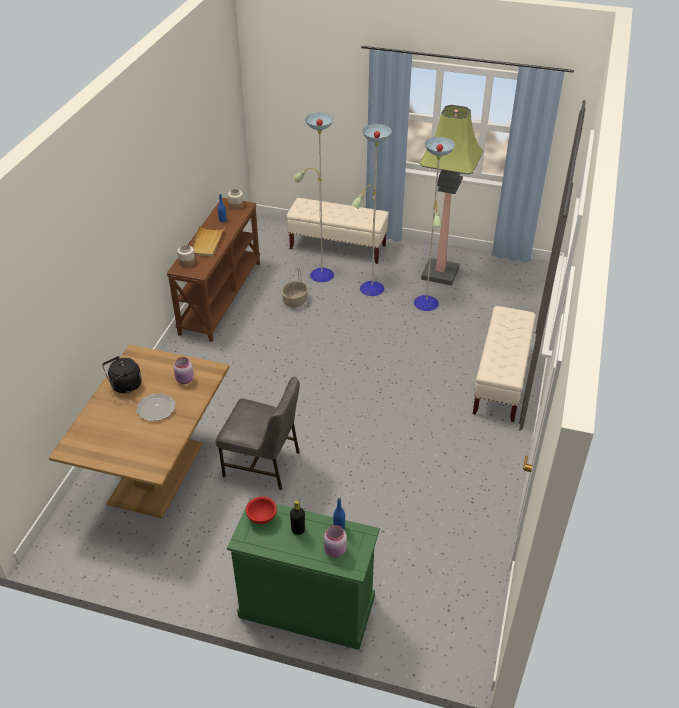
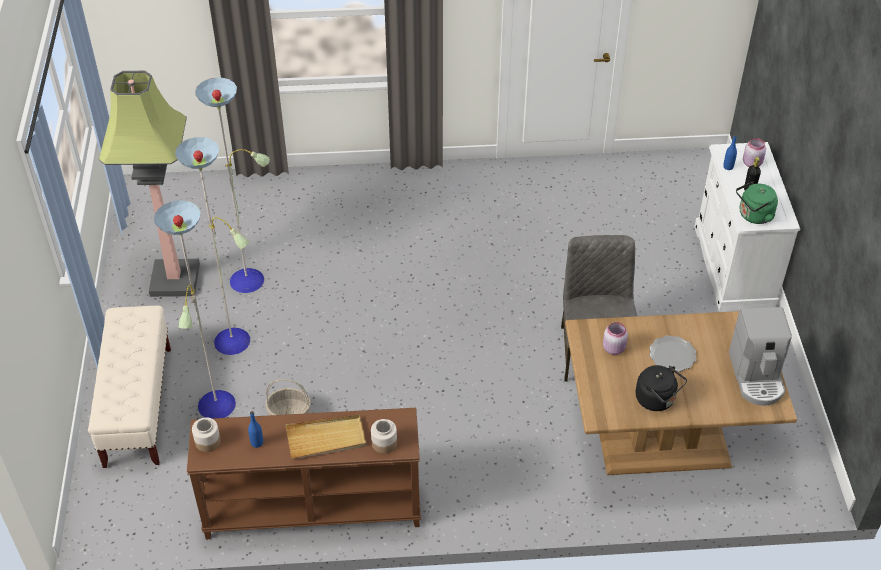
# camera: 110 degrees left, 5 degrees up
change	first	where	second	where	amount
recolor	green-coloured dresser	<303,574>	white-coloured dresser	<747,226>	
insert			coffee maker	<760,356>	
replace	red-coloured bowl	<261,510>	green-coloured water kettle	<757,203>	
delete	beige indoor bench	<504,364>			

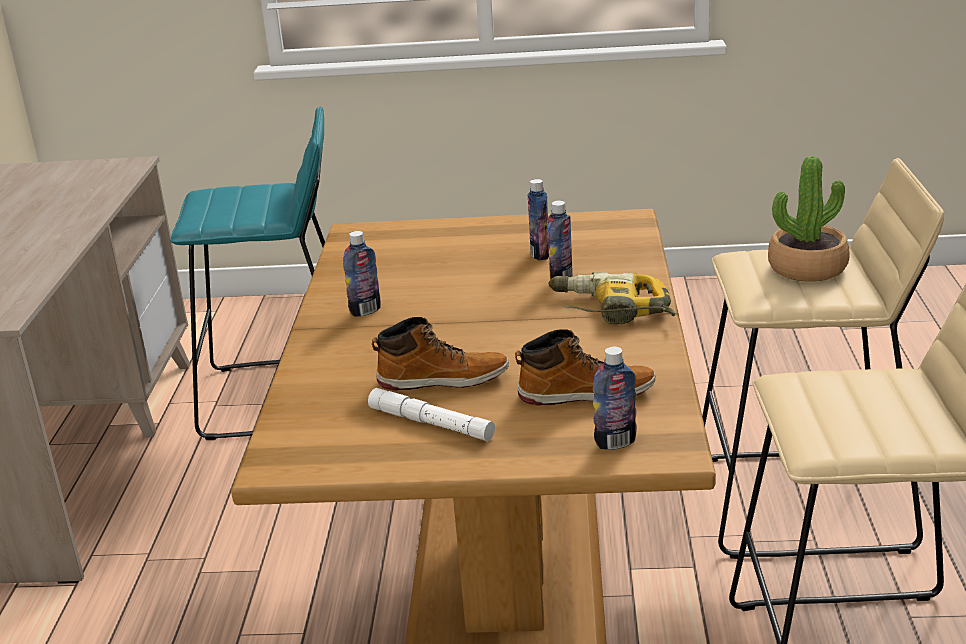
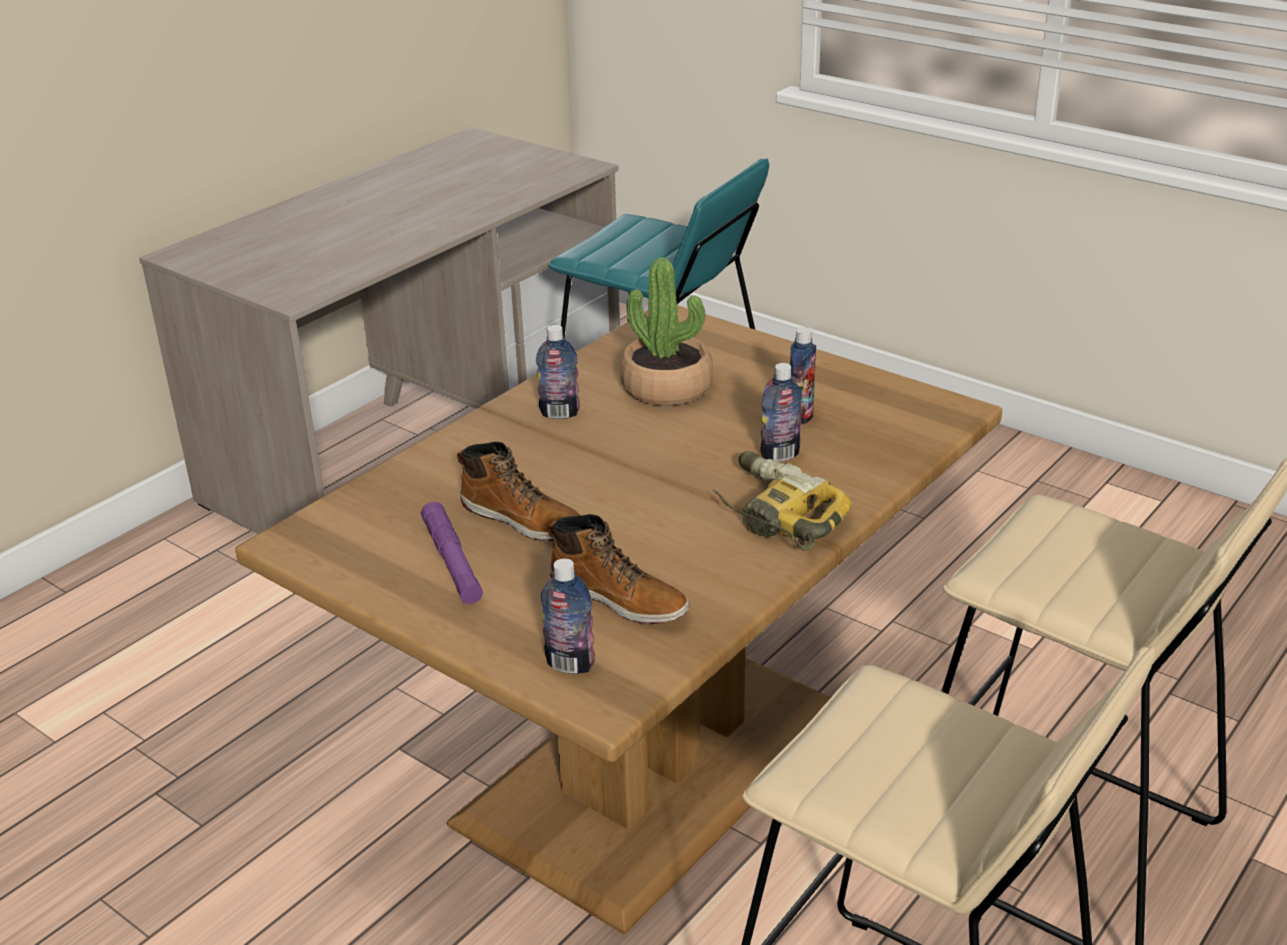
# camera: 35 degrees right, 5 degrees up
change	first	where	second	where	amount
recolor	white-coloured flashlight	<431,414>	purplish flashlight	<452,553>	
move	plant in a pot	<809,219>		<666,331>	

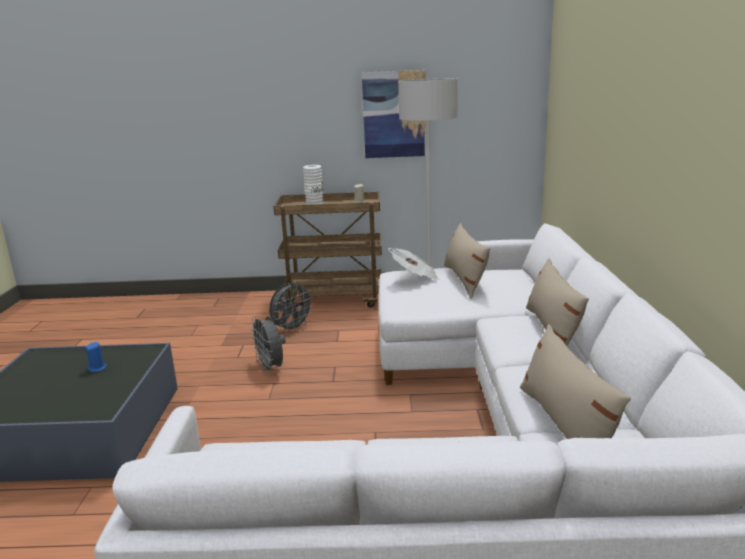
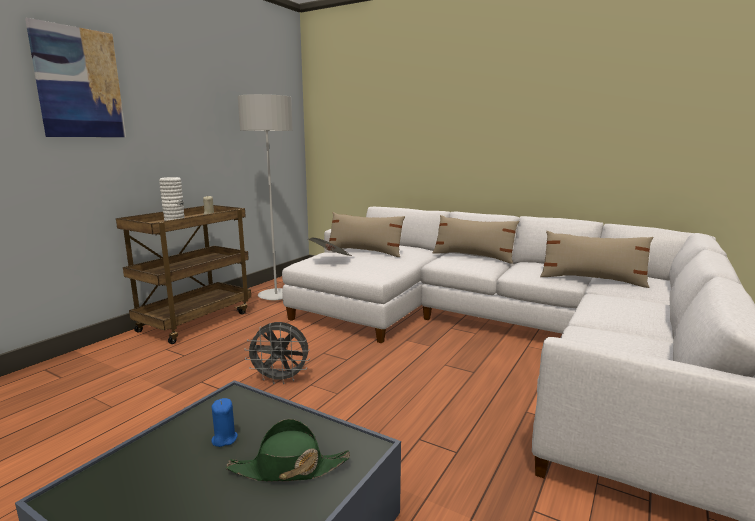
# camera: 60 degrees left, 5 degrees down
change	first	where	second	where	amount
move	picture	<394,114>		<75,77>	
insert			green-coloured clothing hat	<288,450>	
delete	gray cooling fan	<291,307>			

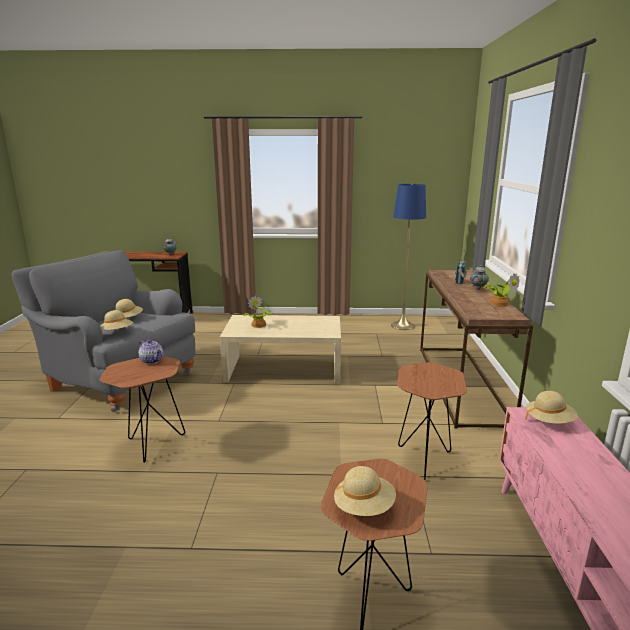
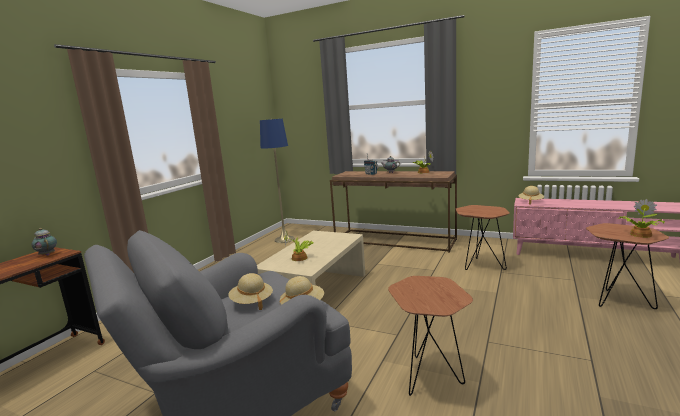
# camera: 65 degrees left, 5 degrees down
change	first	where	second	where	amount
replace	beige clothing hat	<365,491>	plant in a pot	<641,218>	
delete	teapot	<151,352>			

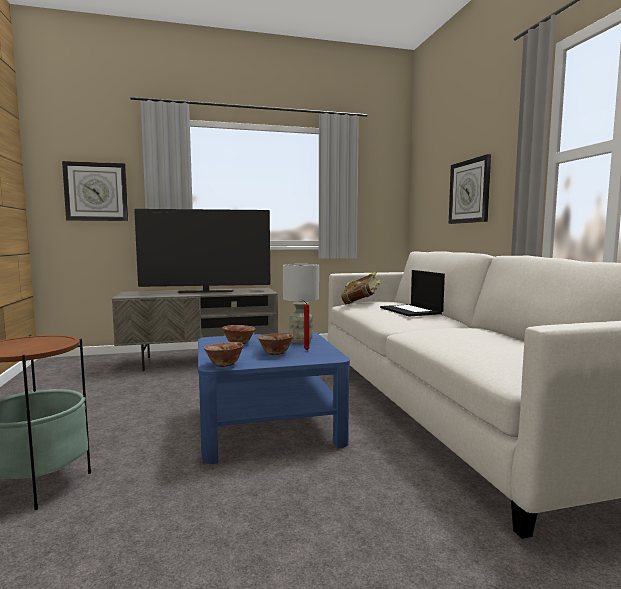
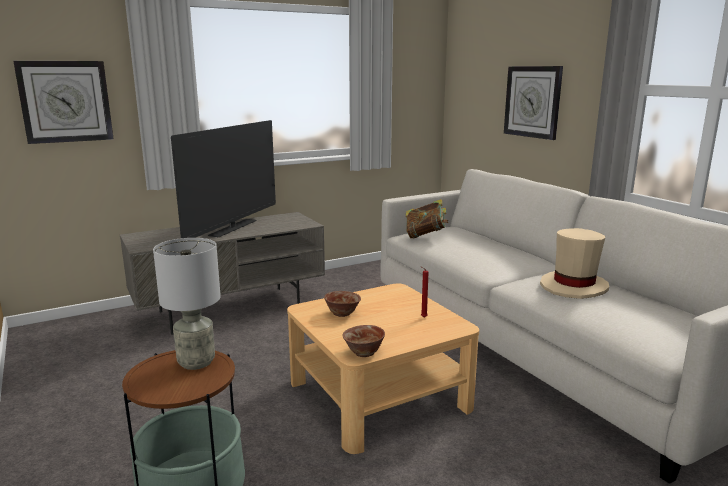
# camera: 15 degrees left, 10 degrees up
change	first	where	second	where	amount
move	gray table lamp	<301,304>		<187,304>	
rotate	TV set	<202,251>		<223,179>	45 degrees counterclockwise
recolor	blue lounge table	<274,398>	beige lounge table	<383,368>	
insert			beige clothing hat	<574,263>	
delete	bowl	<275,344>			
delete	laptop	<412,293>			

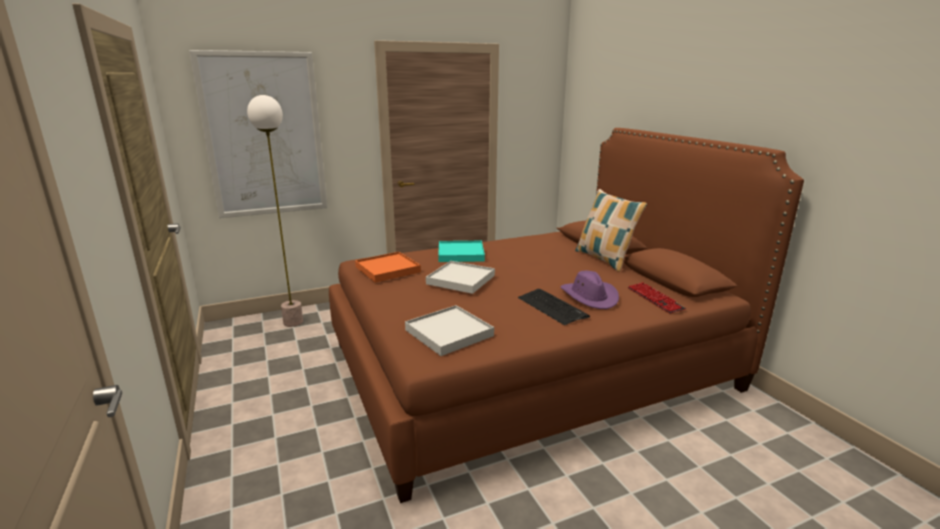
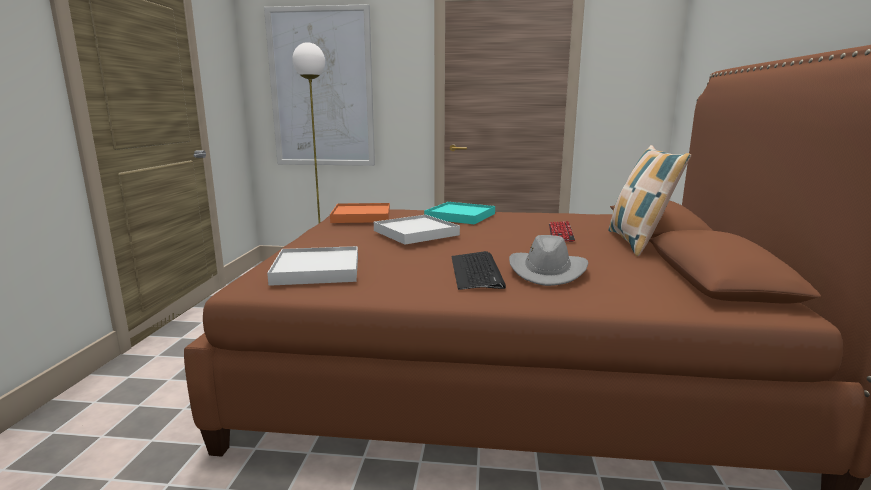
# camera: 30 degrees right, 5 degrees down
change	first	where	second	where	amount
recolor	purplish clothing hat	<590,290>	gray clothing hat	<548,260>	
move	keyboard	<657,298>		<562,231>	

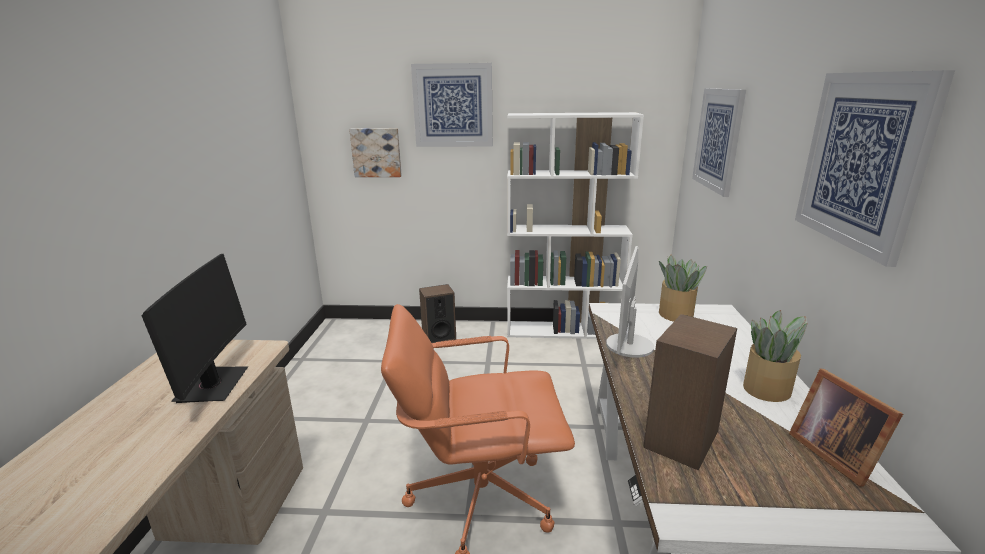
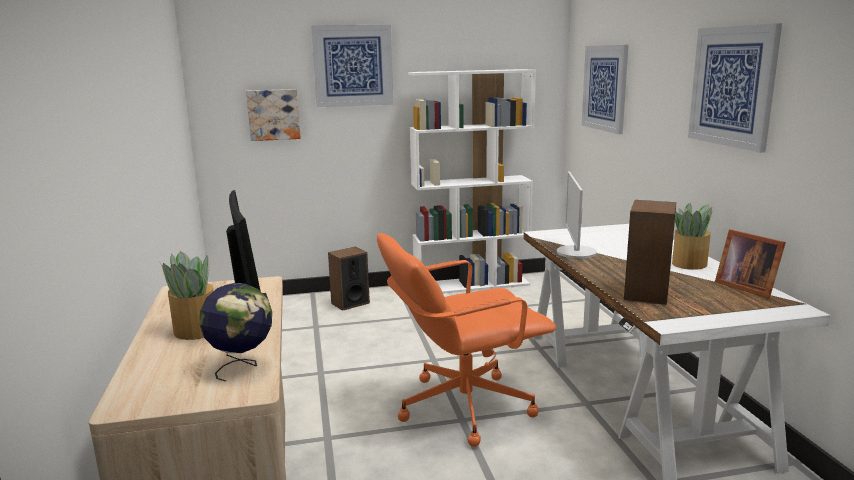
# camera: 15 degrees left, 5 degrees down
change	first	where	second	where	amount
move	plant in a pot	<683,288>		<186,295>	
insert			desk globe	<235,332>	

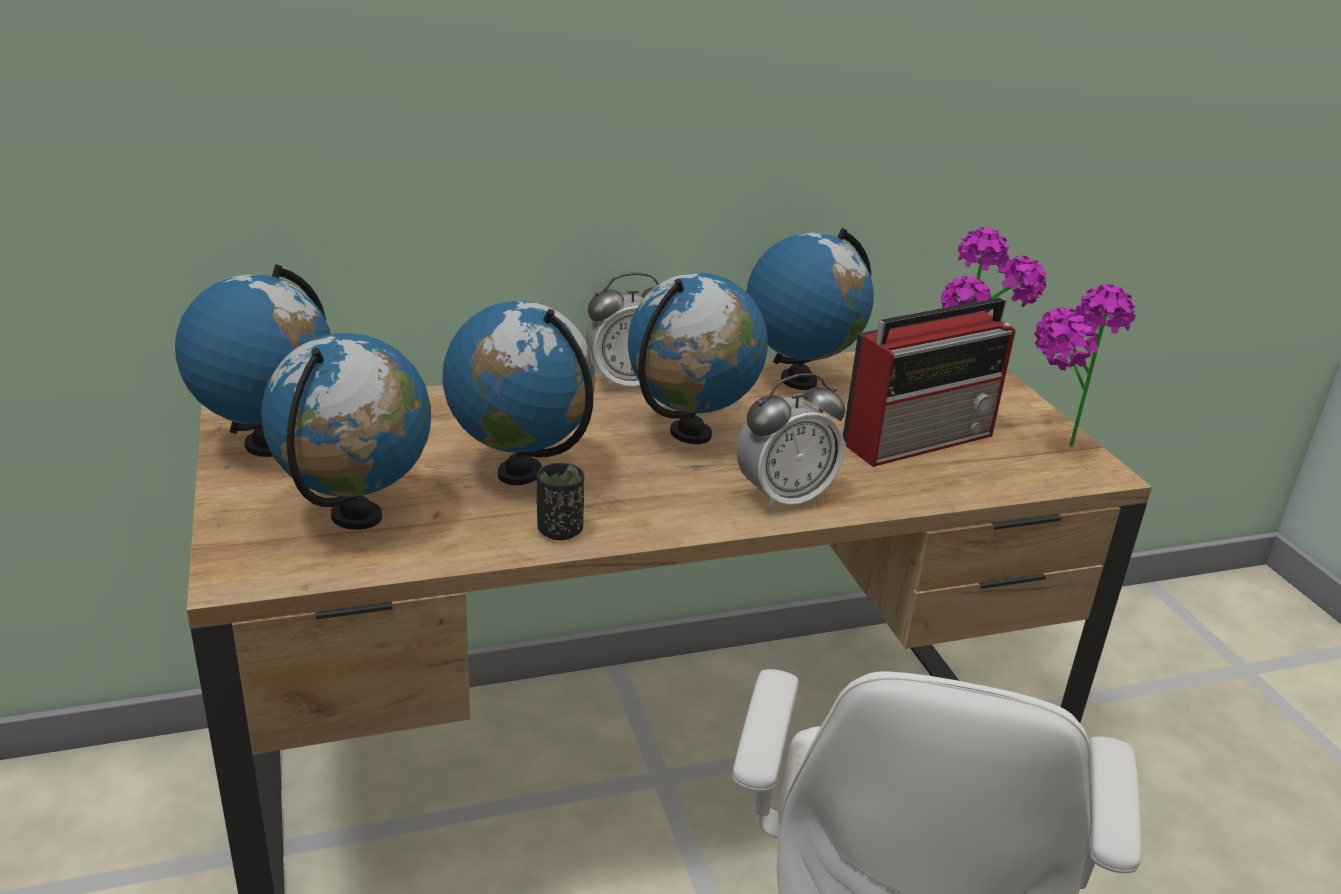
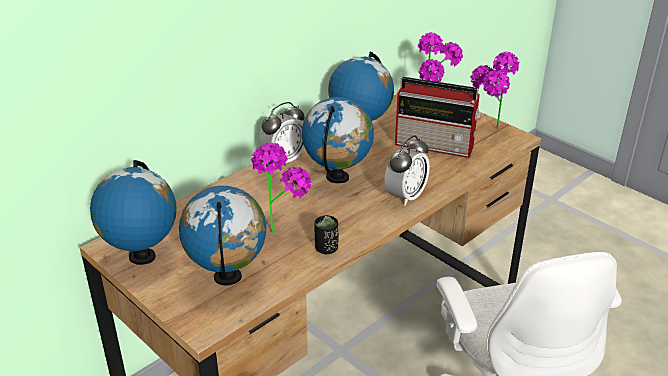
# camera: 25 degrees left, 5 degrees up
change	first	where	second	where	amount
replace	desk globe	<519,393>	plant in a pot	<281,188>	
rotate	radio receiver	<929,382>		<438,117>	75 degrees clockwise

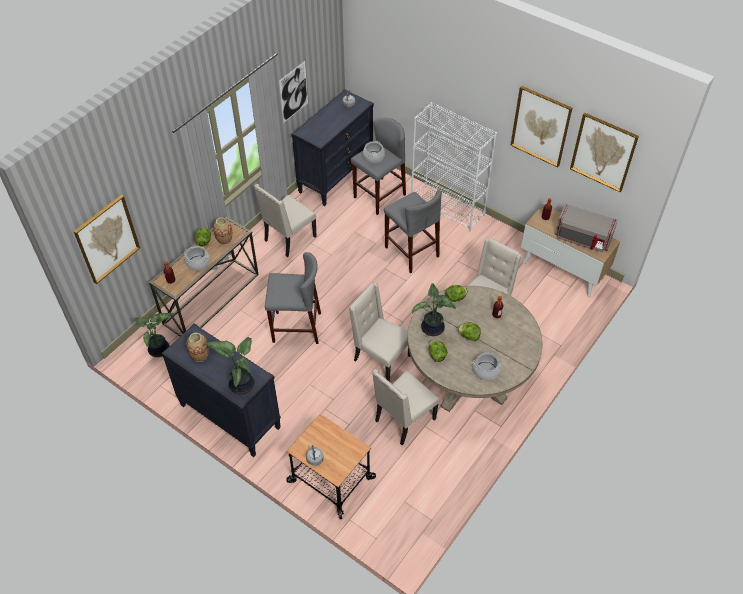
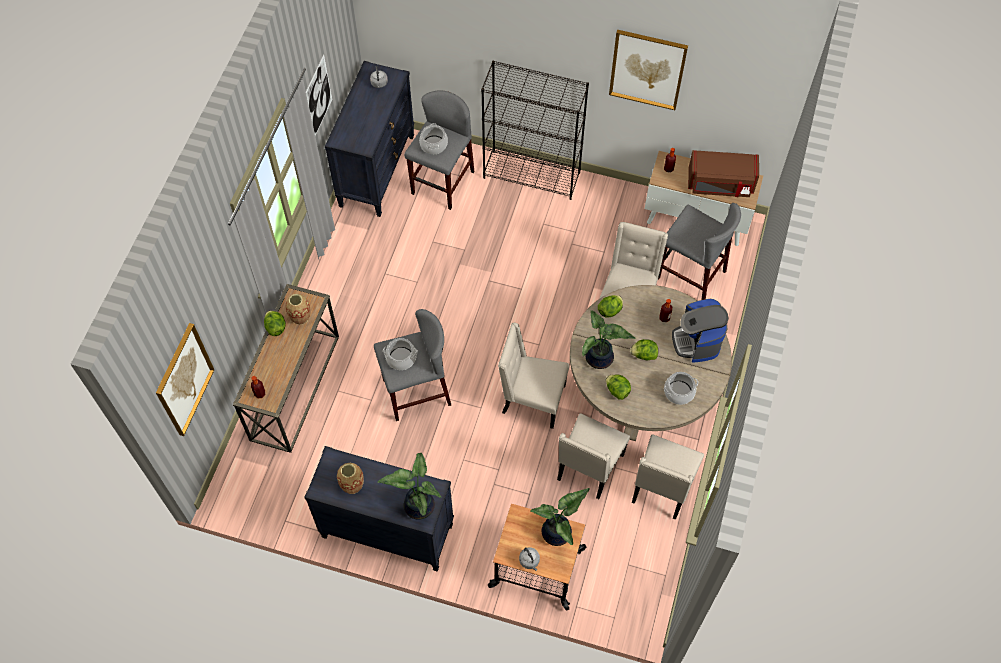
# camera: 20 degrees left, 10 degrees up
change	first	where	second	where	amount
move	stockpot	<197,258>		<400,354>	
recolor	white-coloured bookshelf	<454,167>	blackish bookshelf	<535,130>	
move	plant in a pot	<154,335>		<560,517>	
move	beige plain chair	<285,220>		<668,477>	
move	gray stool seat	<413,231>		<699,251>	
insert			coffee maker	<700,331>	
recolor	gray kitchen microwave	<586,228>	brown kitchen microwave	<723,173>	
delete	picture	<604,152>			

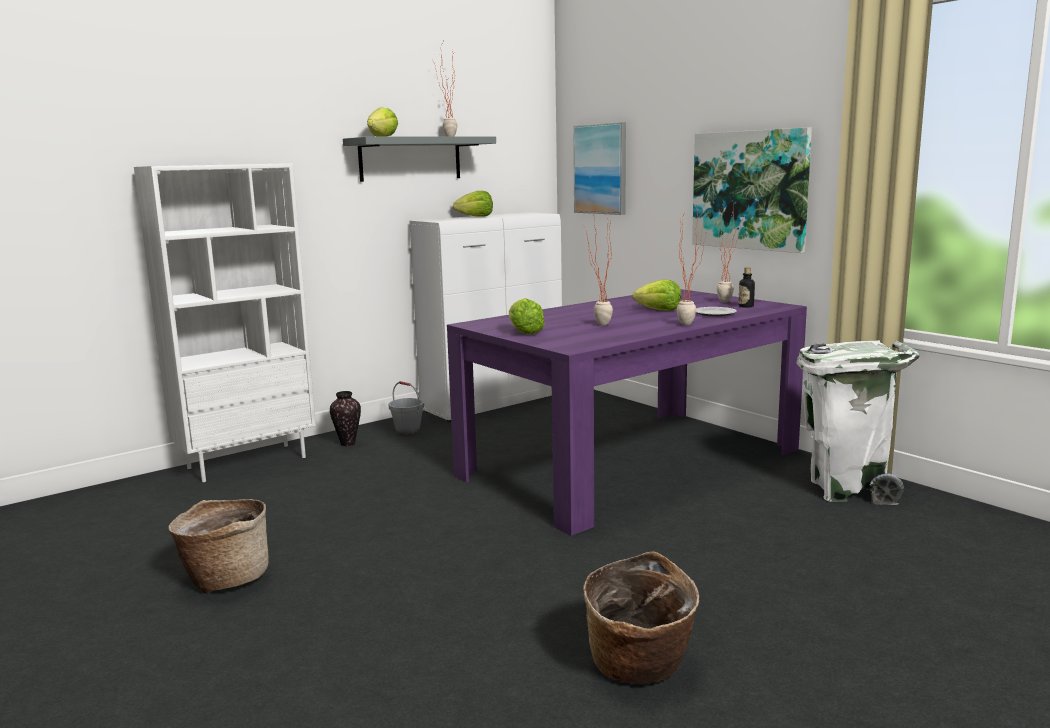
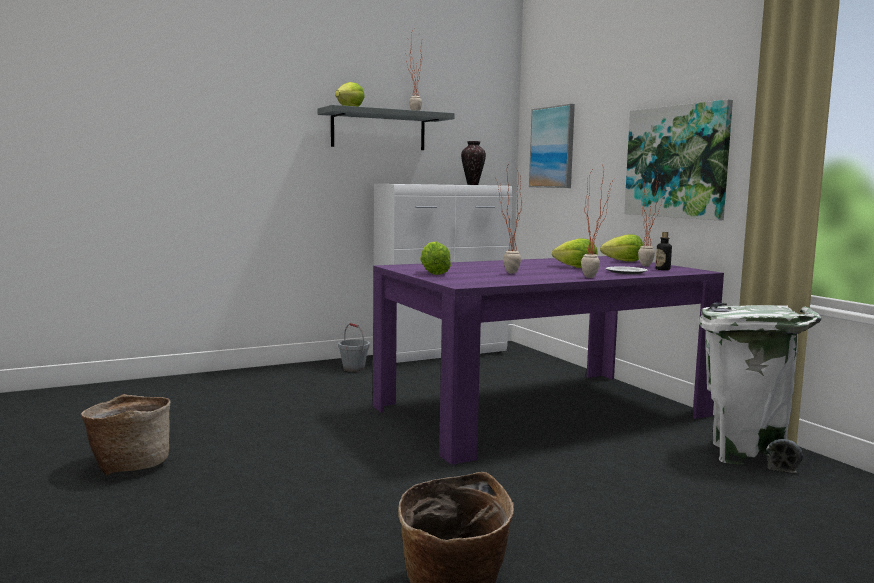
# camera: 10 degrees right, 5 degrees down
change	first	where	second	where	amount
move	vase	<345,418>		<473,163>	
move	lettuce	<473,204>		<621,248>	
delete	white-coloured bookshelf	<225,322>			

